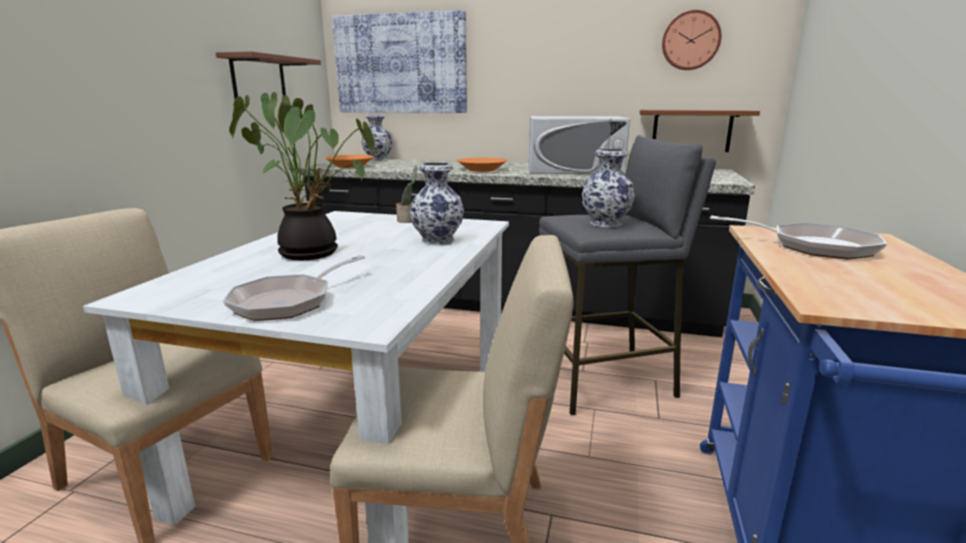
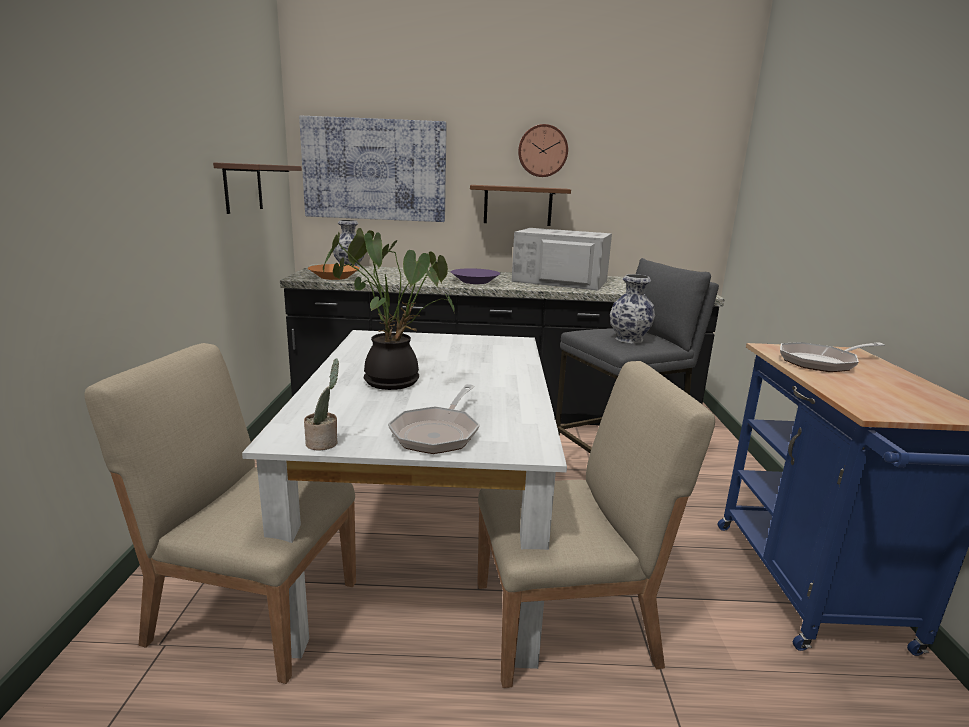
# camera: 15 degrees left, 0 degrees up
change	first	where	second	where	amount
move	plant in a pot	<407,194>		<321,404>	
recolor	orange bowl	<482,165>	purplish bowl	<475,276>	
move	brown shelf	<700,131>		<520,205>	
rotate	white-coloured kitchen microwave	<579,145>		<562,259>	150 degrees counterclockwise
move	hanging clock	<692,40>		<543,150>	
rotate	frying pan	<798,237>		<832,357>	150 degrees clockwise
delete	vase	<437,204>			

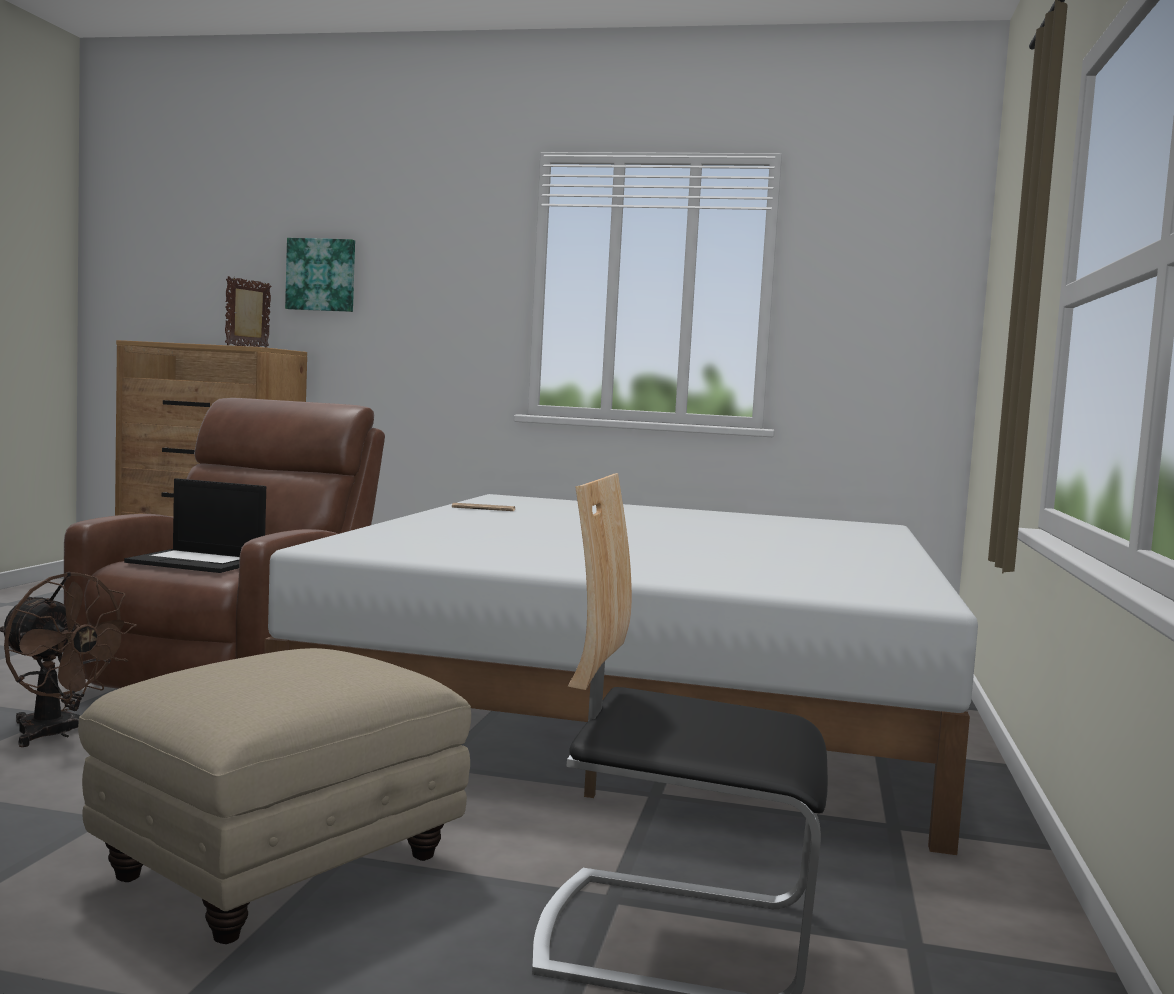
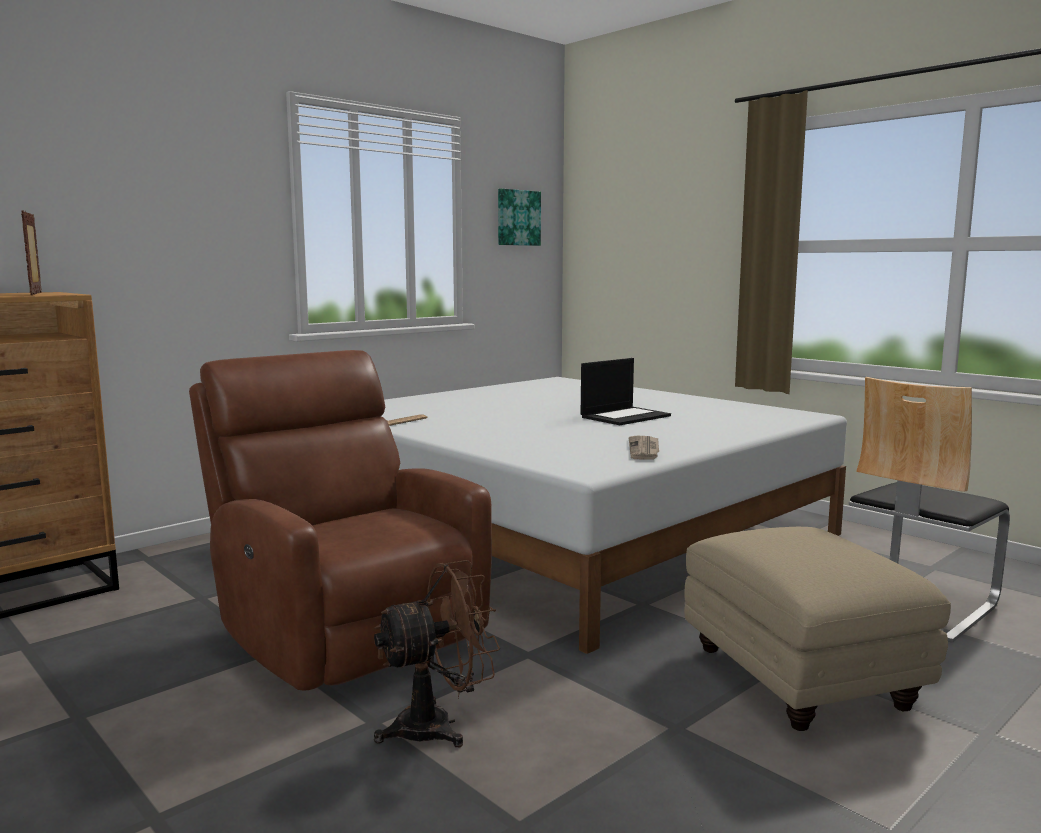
# camera: 55 degrees left, 5 degrees up
change	first	where	second	where	amount
move	picture	<320,275>		<519,217>	
move	laptop	<195,525>		<626,391>	
insert			daily paper	<644,447>	

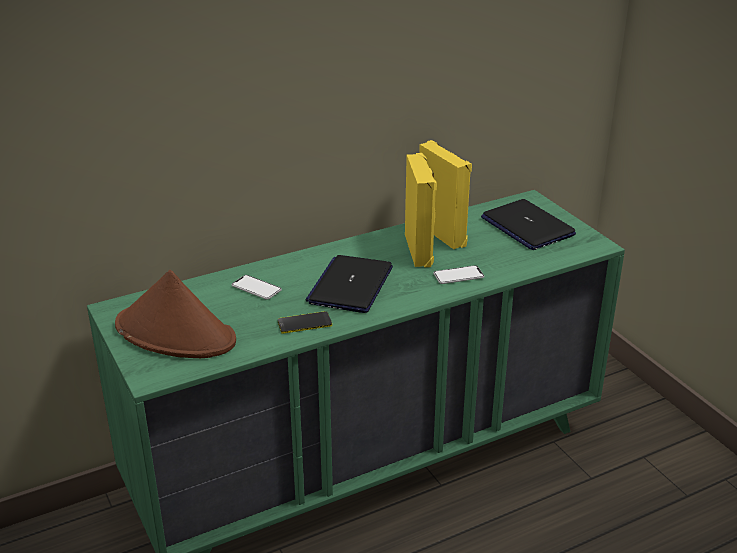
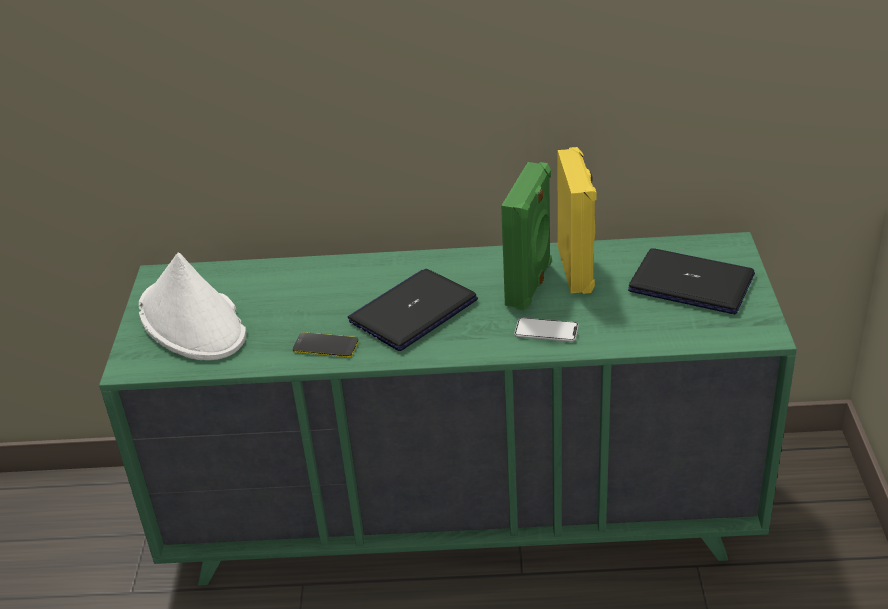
# camera: 30 degrees right, 5 degrees up
change	first	where	second	where	amount
recolor	brown clothing hat	<175,314>	white-coloured clothing hat	<192,306>	
recolor	yellow speaker	<421,210>	green-coloured speaker	<526,236>	
rotate	laptop	<528,224>		<691,281>	120 degrees clockwise
delete	telephone	<257,287>			

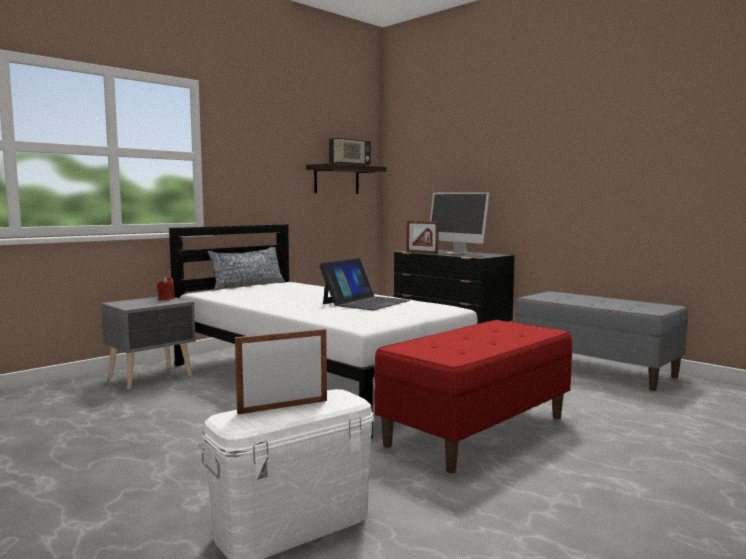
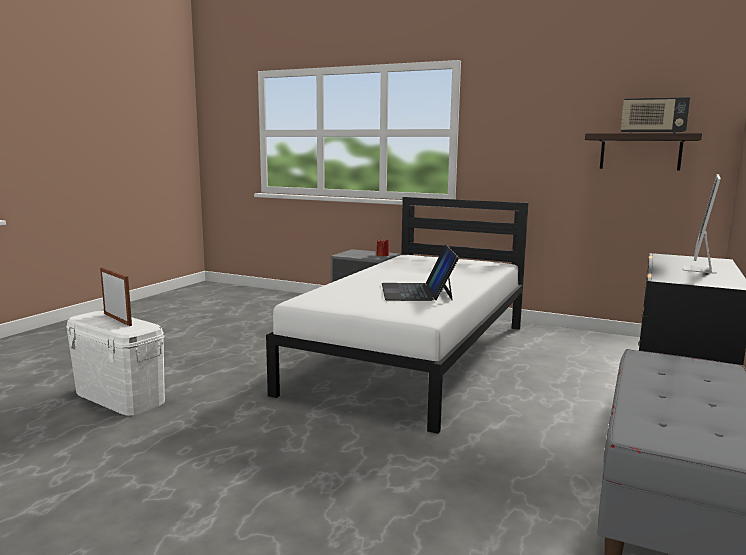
# camera: 70 degrees right, 5 degrees up
change	first	where	second	where	amount
rotate	laptop	<364,284>		<420,272>	75 degrees clockwise
delete	cushion	<246,268>			
delete	red-coloured indoor bench	<473,396>			
delete	picture frame	<423,237>			

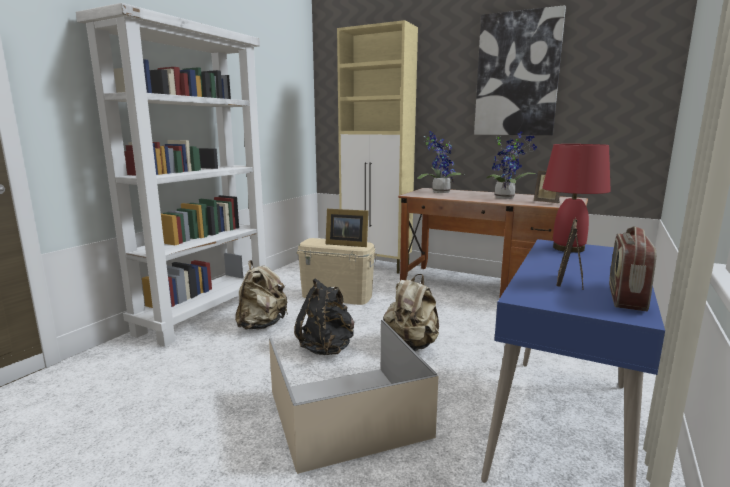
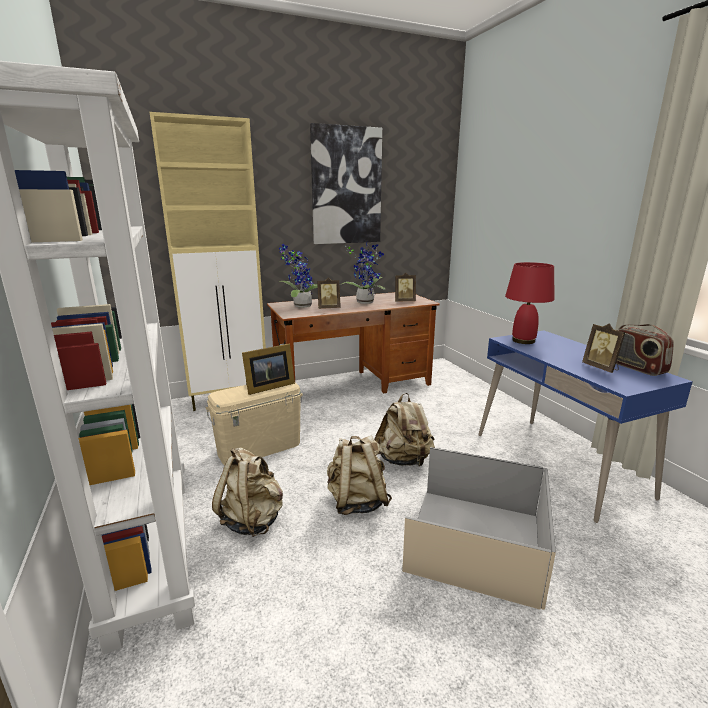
# camera: 50 degrees left, 5 degrees up
change	first	where	second	where	amount
insert			picture frame	<328,293>	
recolor	blackish rucksack	<324,316>	beige rucksack	<359,475>	

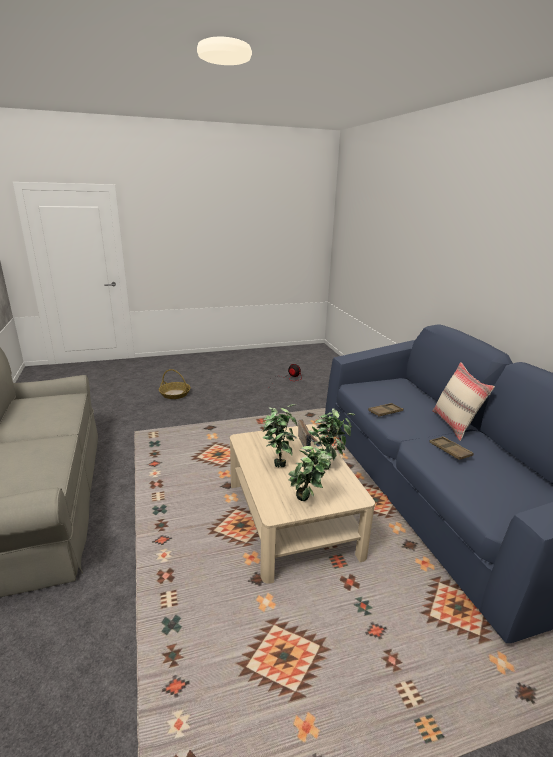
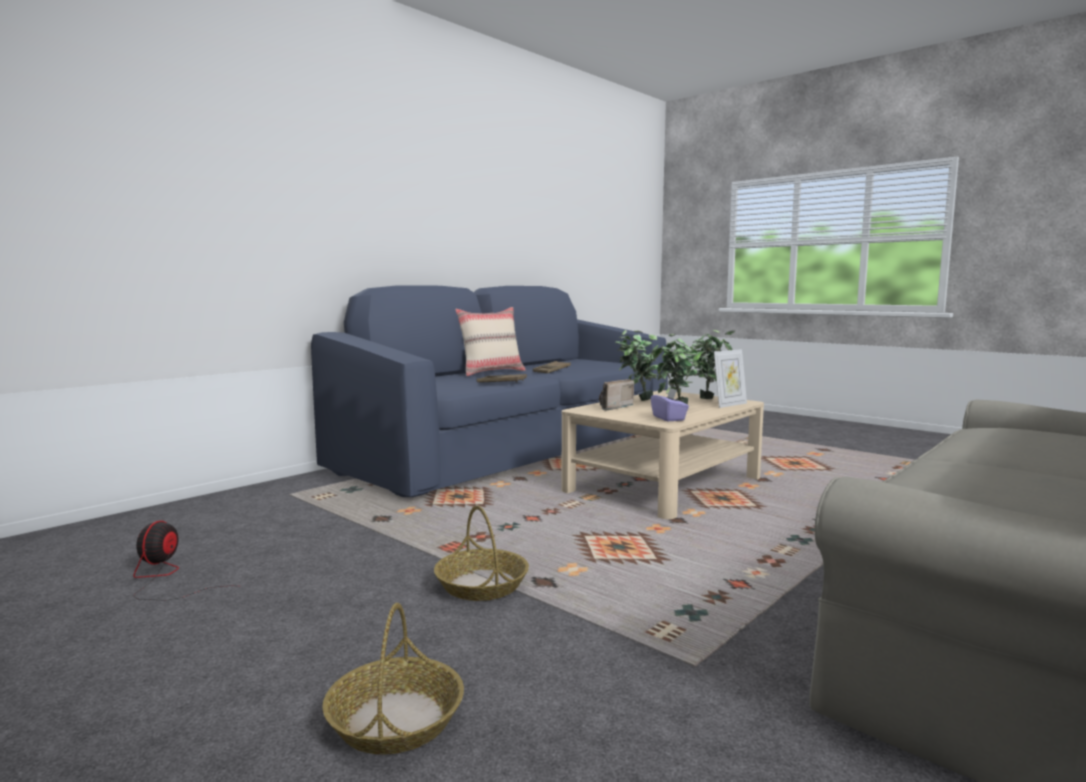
# camera: 120 degrees left, 15 degrees down
change	first	where	second	where	amount
insert			storage basket	<481,553>	
insert			purplish tissue box	<670,404>	
insert			picture frame	<730,378>	

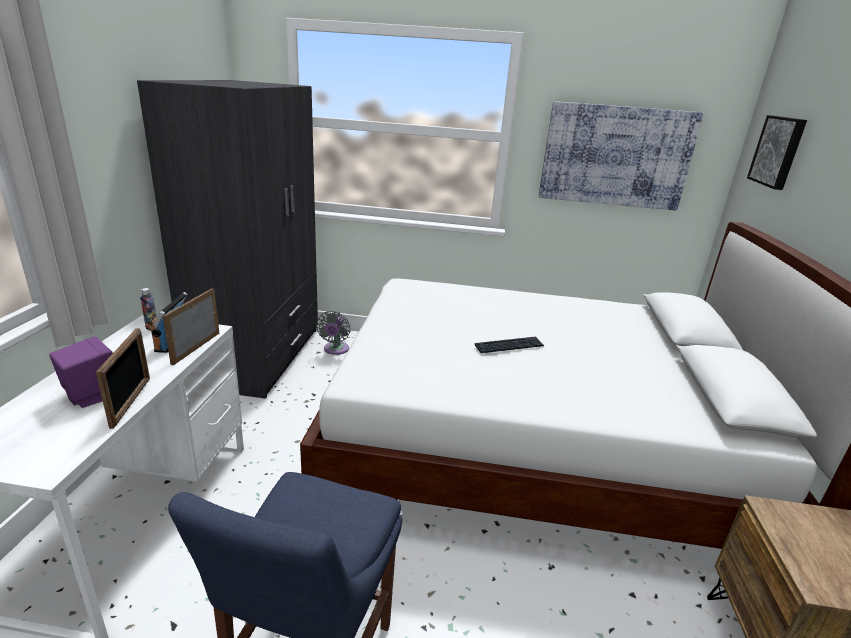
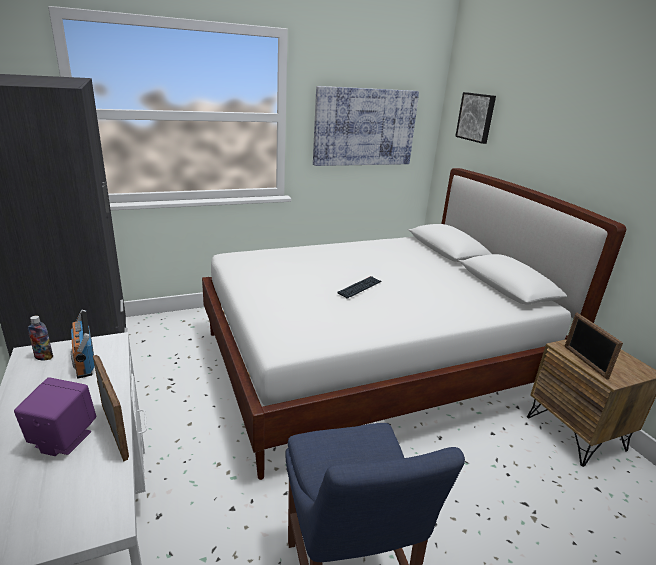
# camera: 30 degrees left, 0 degrees up
change	first	where	second	where	amount
move	picture frame	<191,326>		<593,346>	
delete	gray cooling fan	<333,333>			

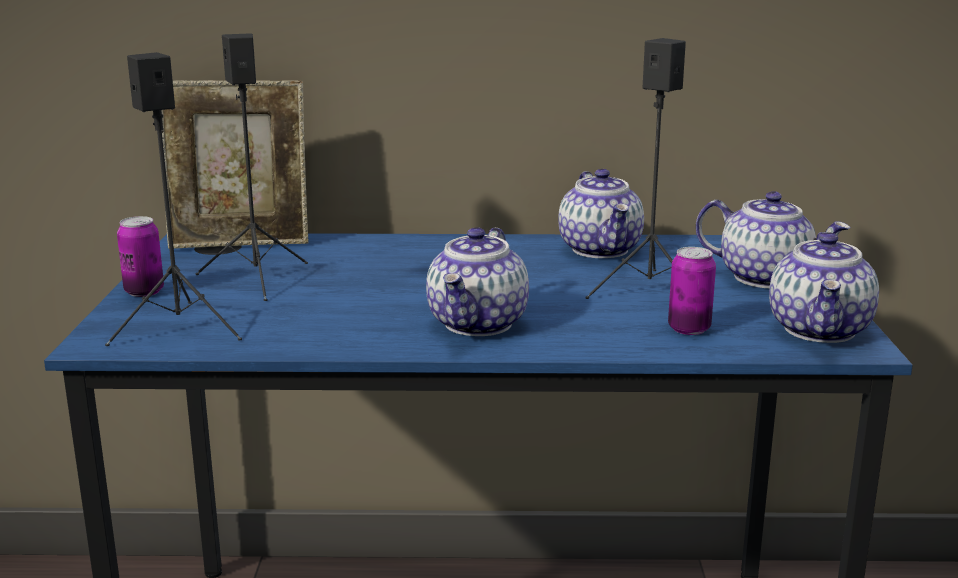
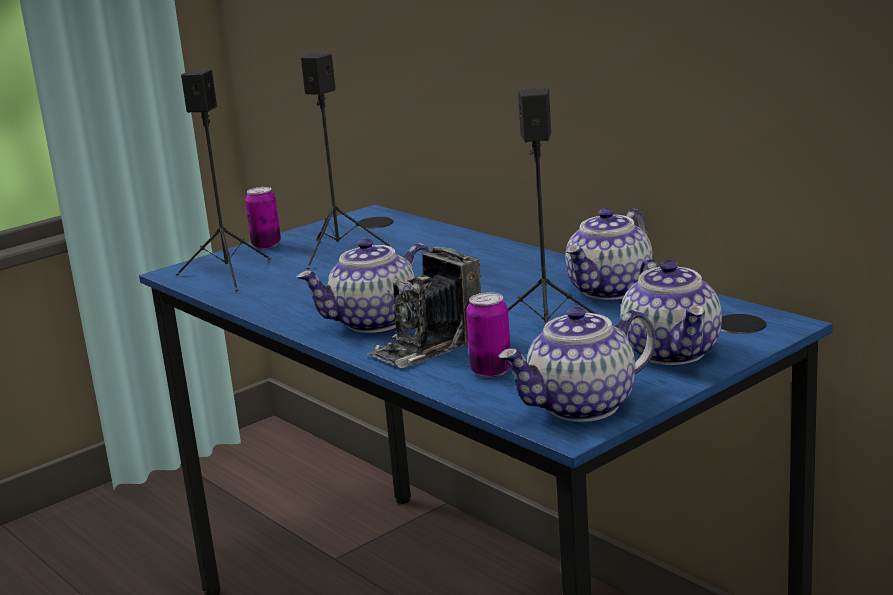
# camera: 50 degrees right, 0 degrees up
change	first	where	second	where	amount
insert			still camera	<423,307>	
delete	picture frame	<235,164>			

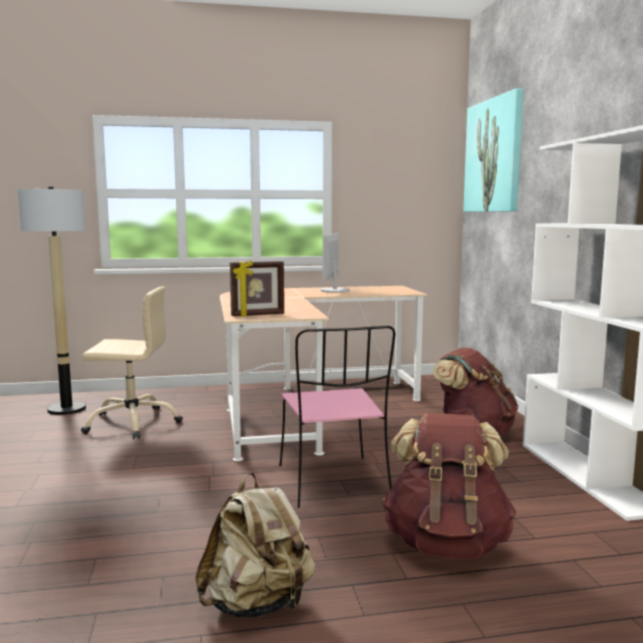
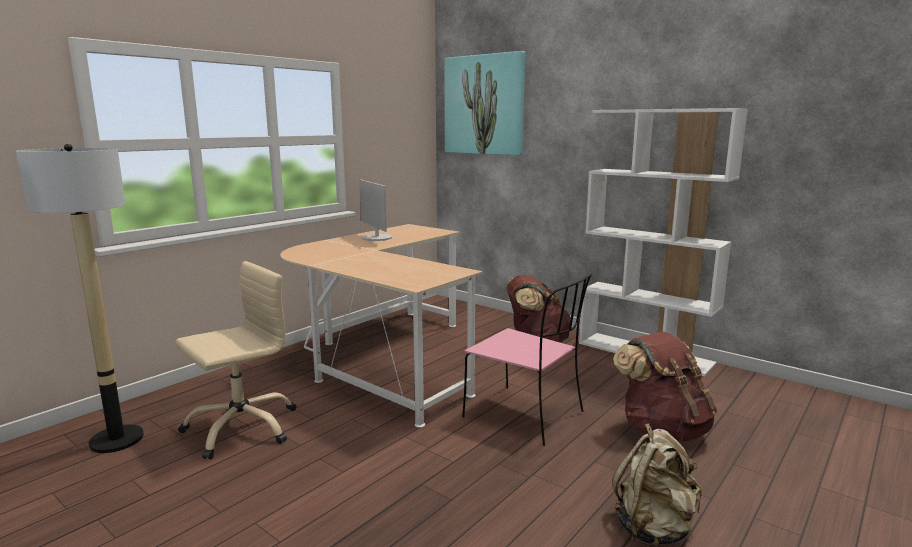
# camera: 40 degrees left, 5 degrees up
change	first	where	second	where	amount
delete	picture frame	<257,288>			

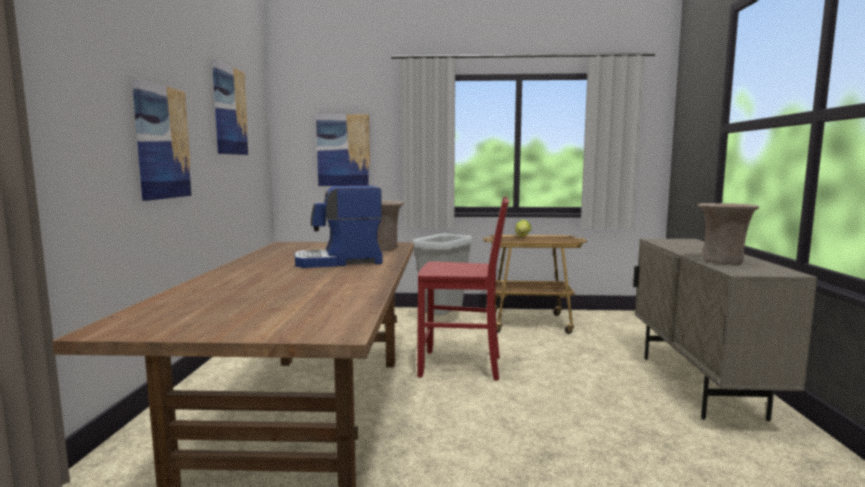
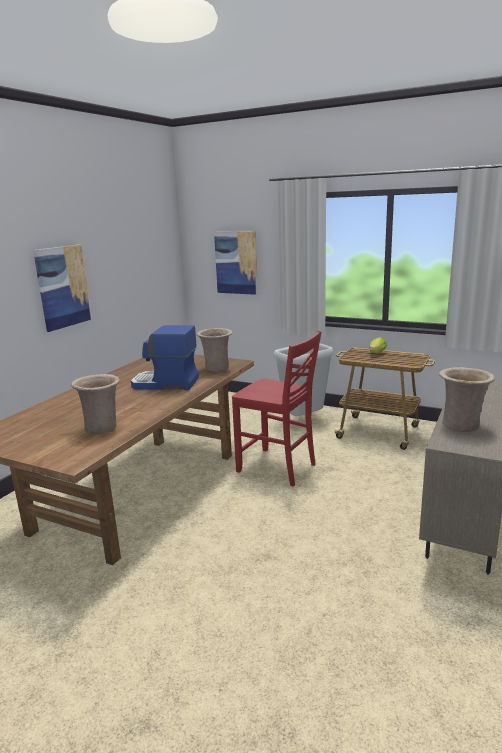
# camera: 25 degrees right, 10 degrees up
change	first	where	second	where	amount
insert			beige vase	<95,404>	
delete	picture	<230,107>			

